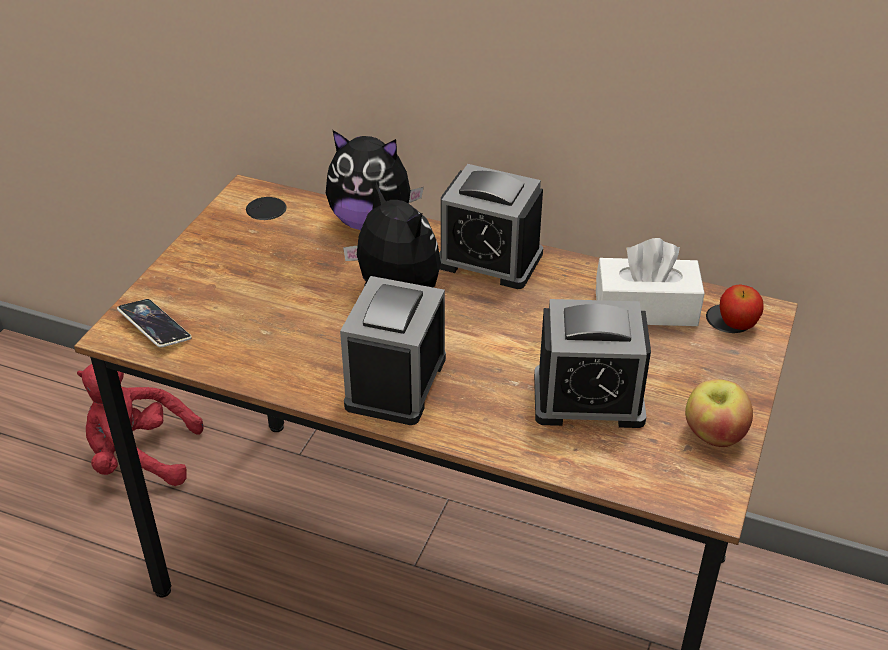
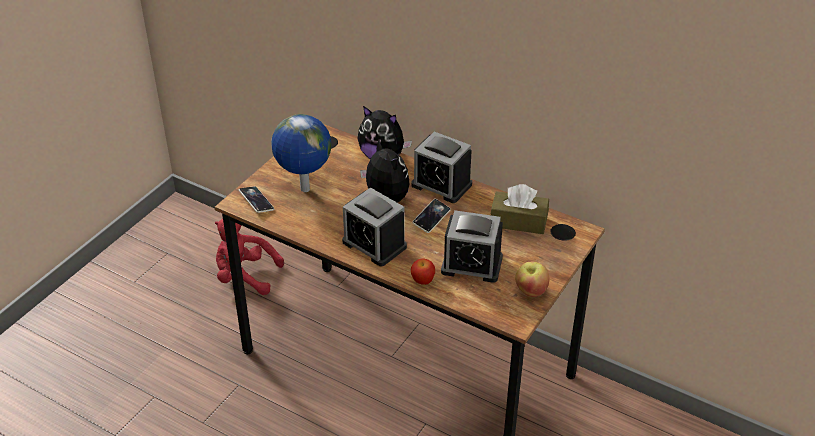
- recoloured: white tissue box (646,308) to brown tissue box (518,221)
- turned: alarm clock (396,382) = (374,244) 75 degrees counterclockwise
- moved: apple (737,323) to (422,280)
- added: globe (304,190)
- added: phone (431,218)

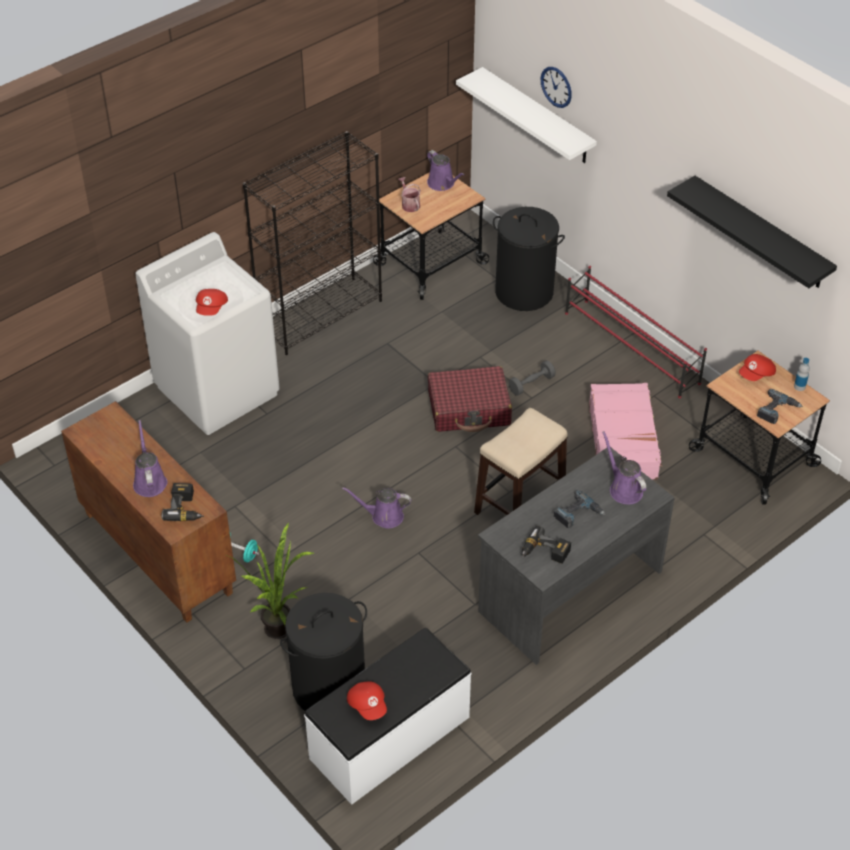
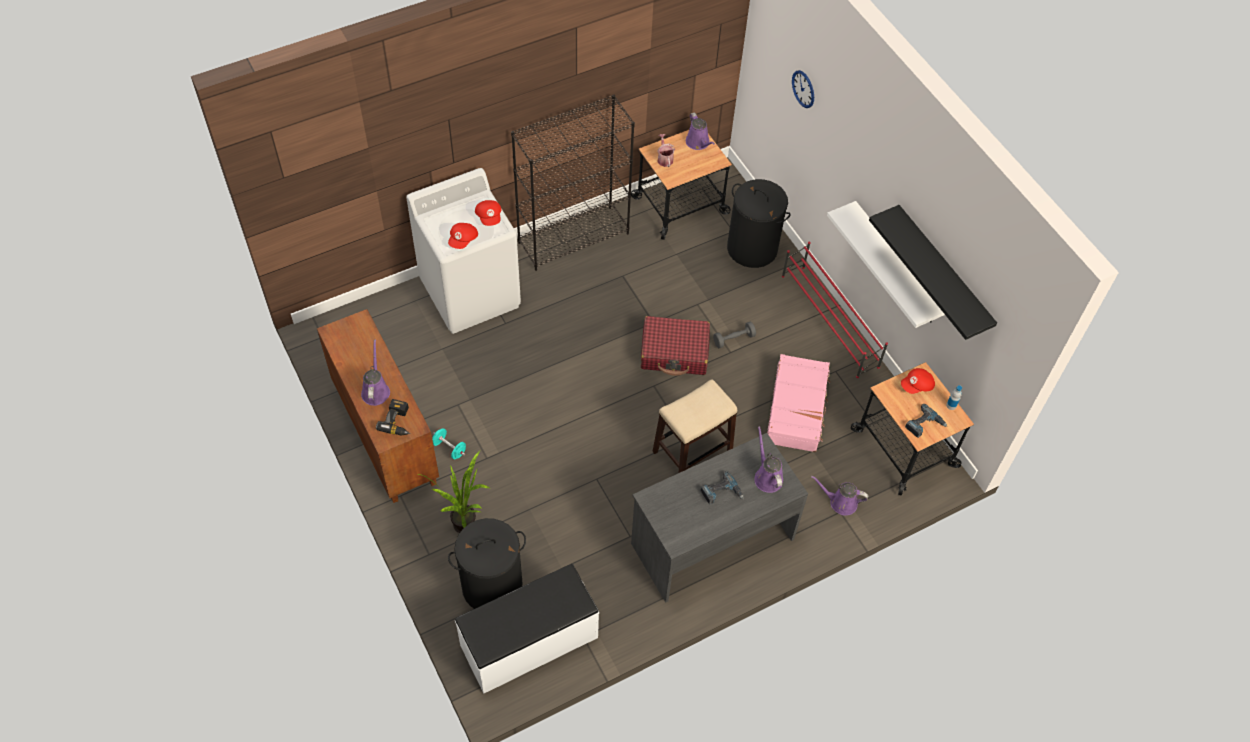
- moved: white shelf (537,116) to (896,264)
- moved: purple watering can (384,516) to (840,502)
- removed: power drill (544,553)
- moved: red cap (368,705) to (489,217)

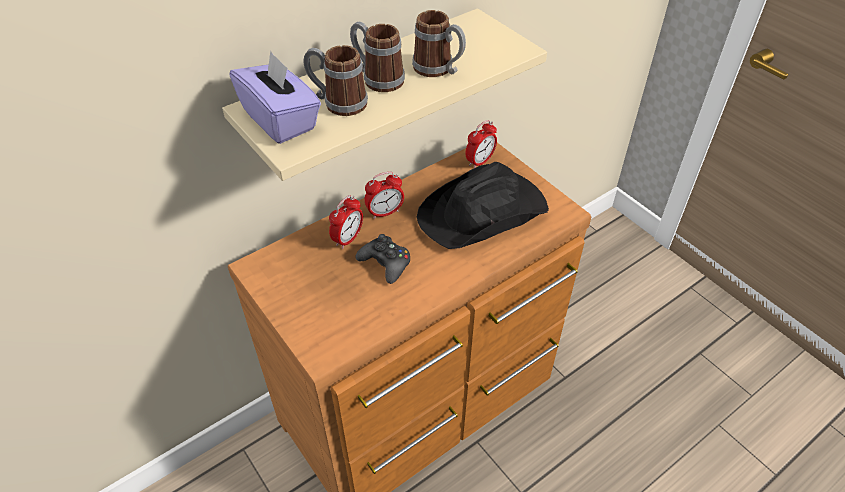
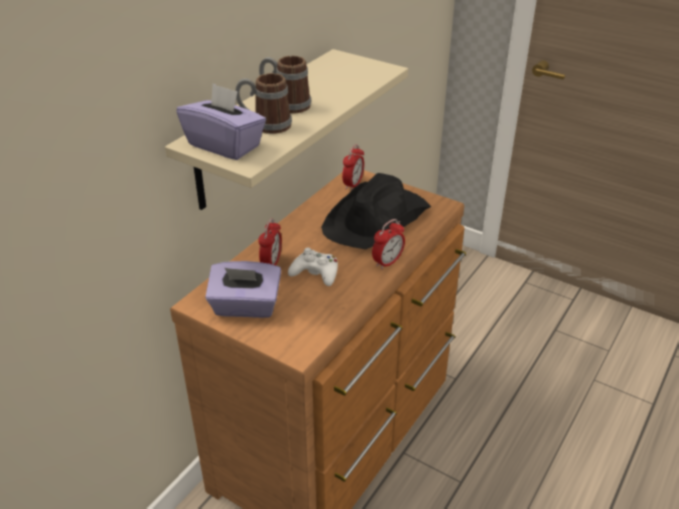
- removed: mug (439,70)
- moved: alarm clock (385,212) to (387,262)
- recoloured: black game controller (385,263) to white game controller (315,273)
- added: purple tissue box (245,307)

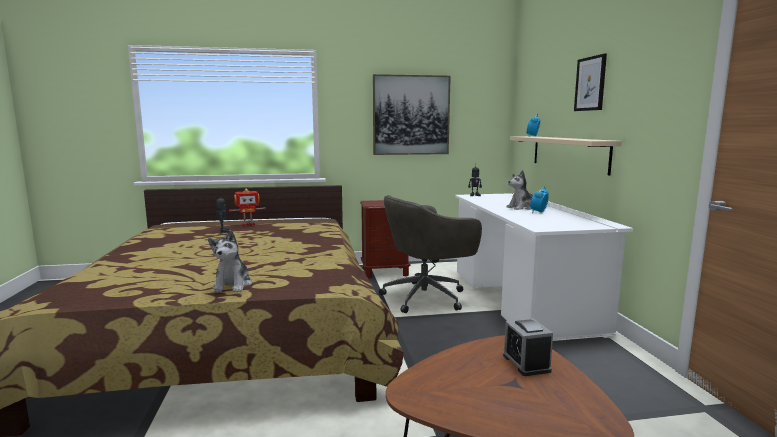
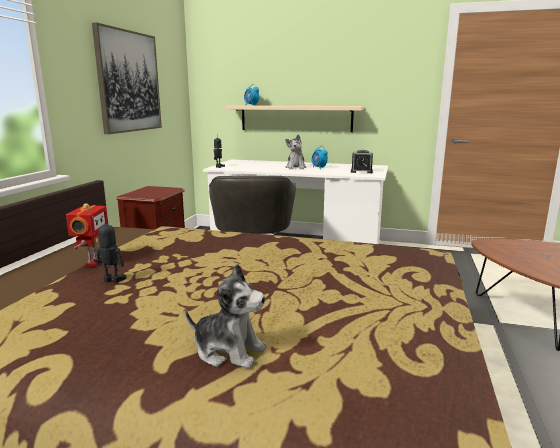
- removed: picture (590,84)
- moved: plush toy (233,285) to (229,351)
- moved: alarm clock (526,363) to (361,171)

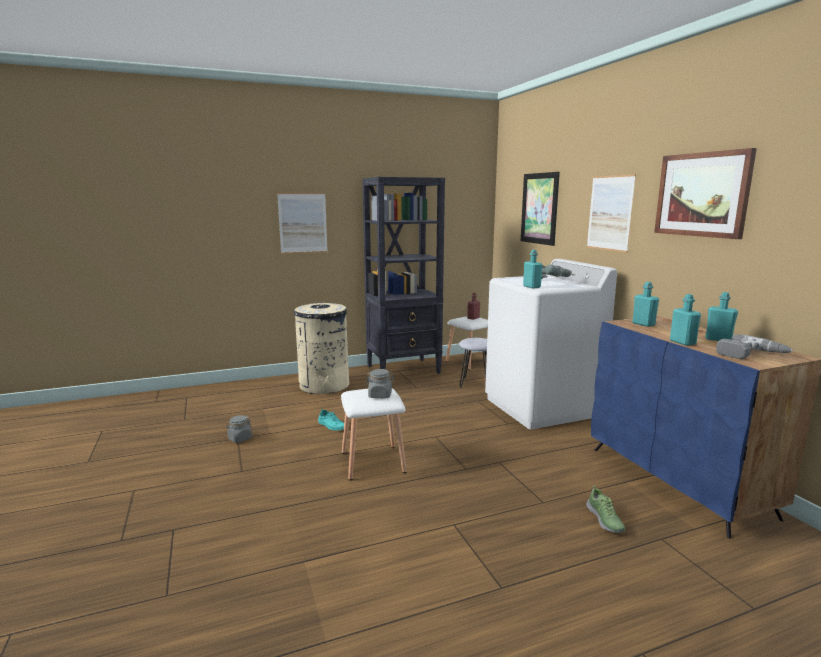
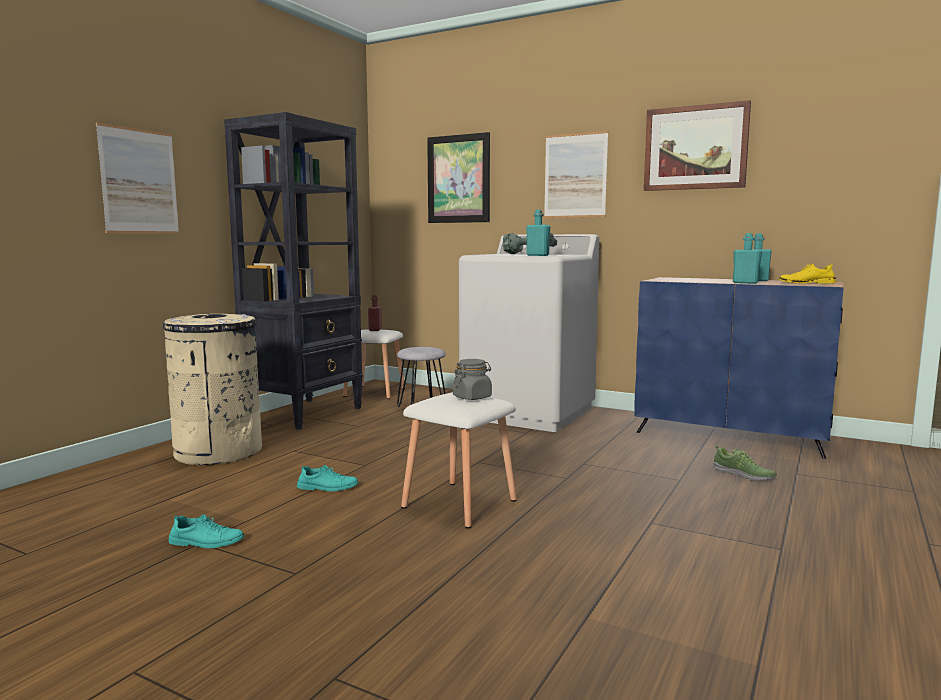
- removed: turquoise bottle (643,324)
- replaced: power drill (751,354) to yellow shoe (806,283)
- replaced: grey jar (240,439) to turquoise shoe (206,542)

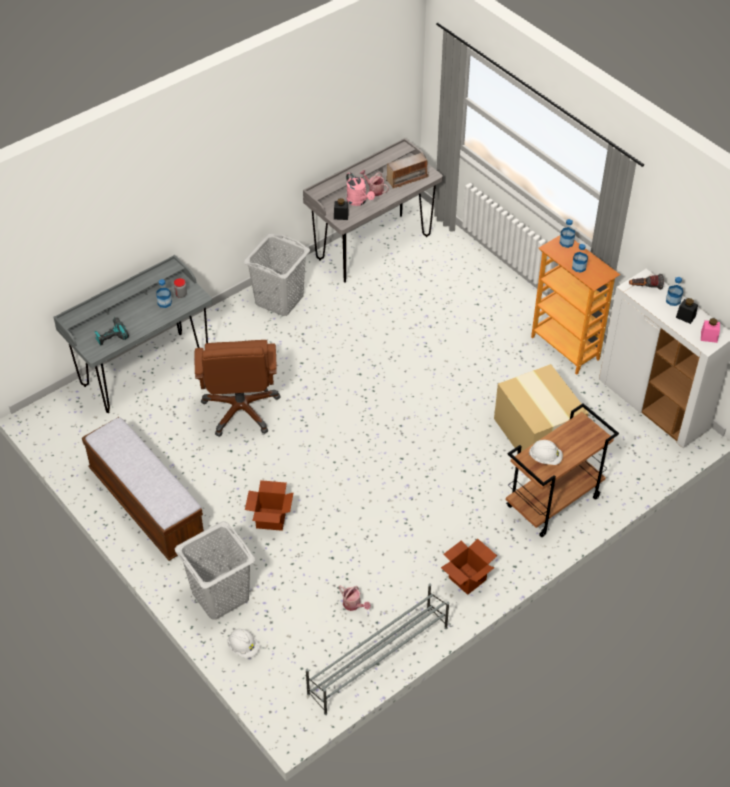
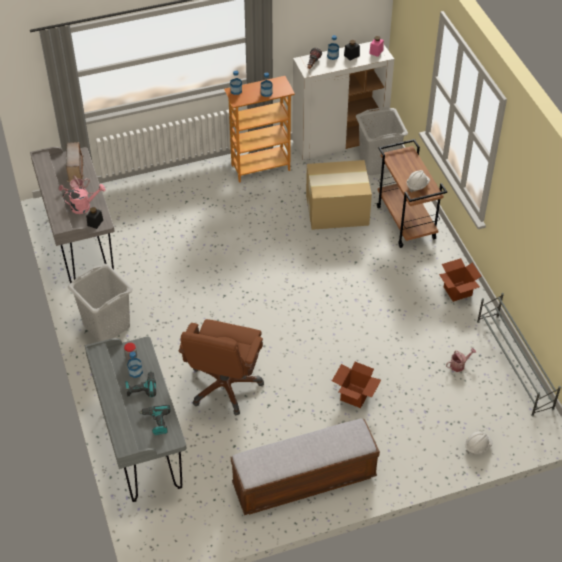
- turned: brown office chair (241,410) = (225,386) 90 degrees clockwise
- moved: grey laundry basket (220,595) to (378,163)
- added: power drill (141,387)

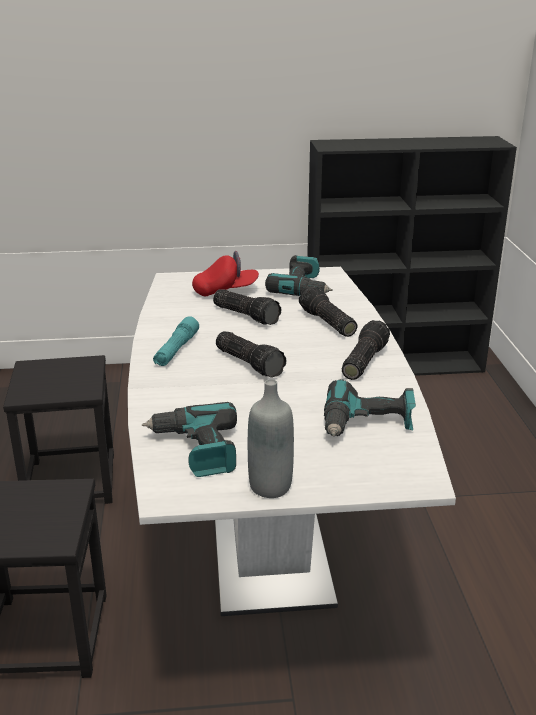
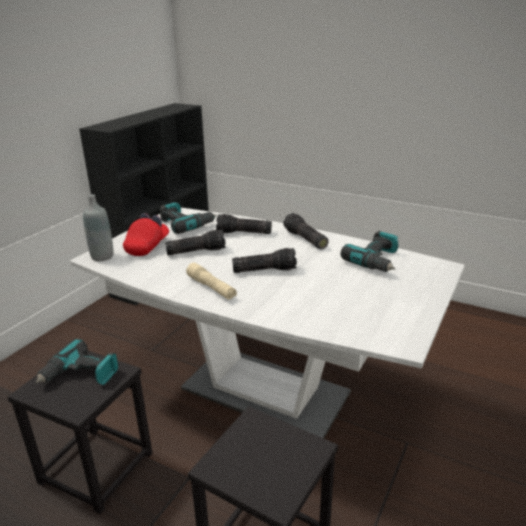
- recoloured: turquoise flashlight (176,350) to beige flashlight (211,288)
- moved: grey bottle (270,486) to (102,256)
- moved: power drill (197,450) to (81,375)

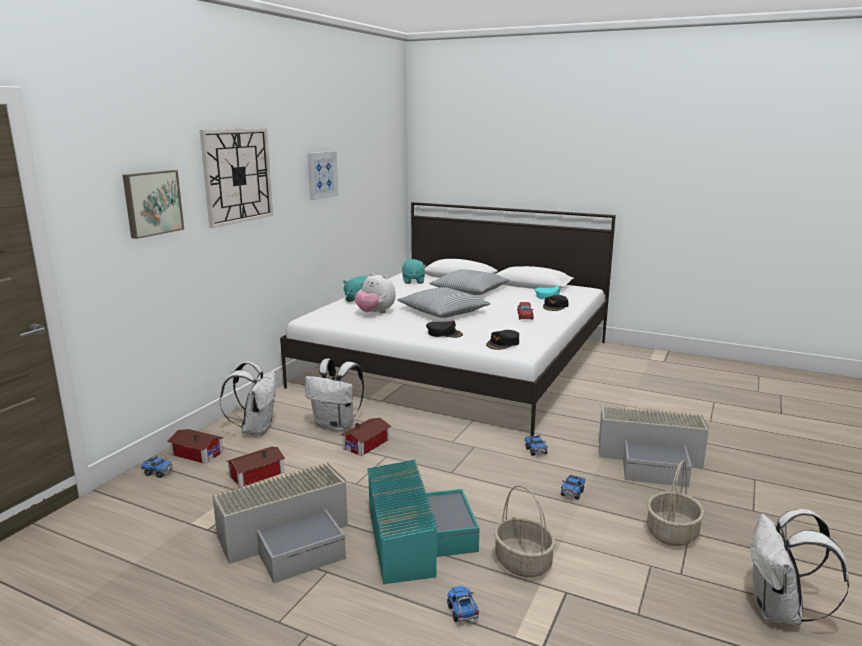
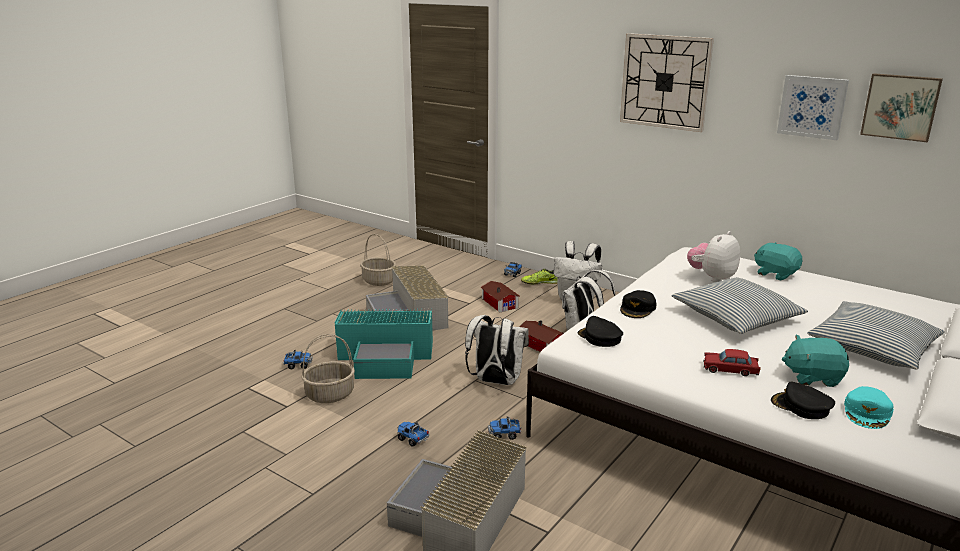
- moved: picture (152,203) to (900,107)
- moved: turquoise plush toy (413,281) to (812,377)
- replaced: toy house (197,452) to shoe (540,283)
- moved: basket (672,534) to (378,281)
- moved: white backpack (779,612) to (495,381)

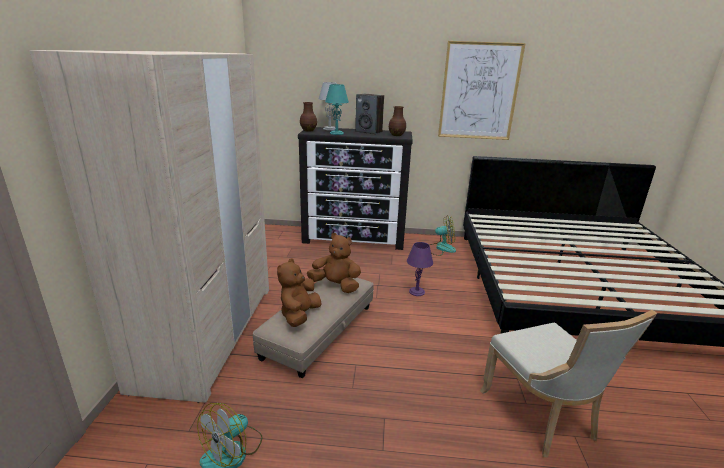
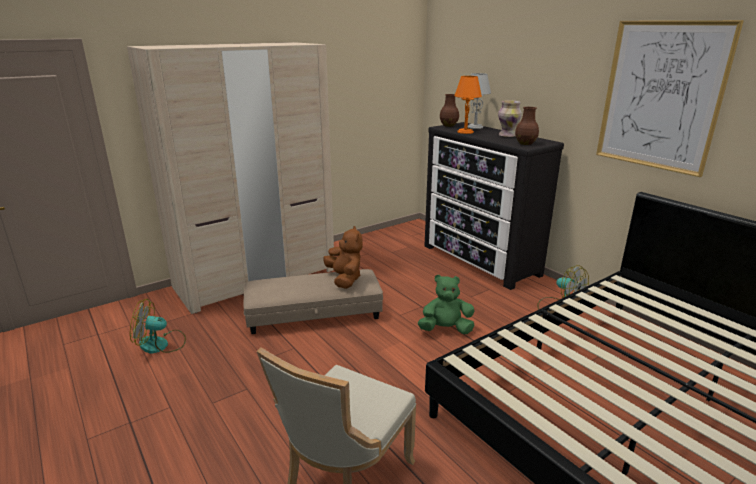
- recoloured: turquoise table lamp (336,133) to orange table lamp (465,132)
- replaced: speaker (369,131) to vase (508,135)
- replaced: purple table lamp (416,291) to green plush toy (445,329)
- removed: brown plush toy (299,315)

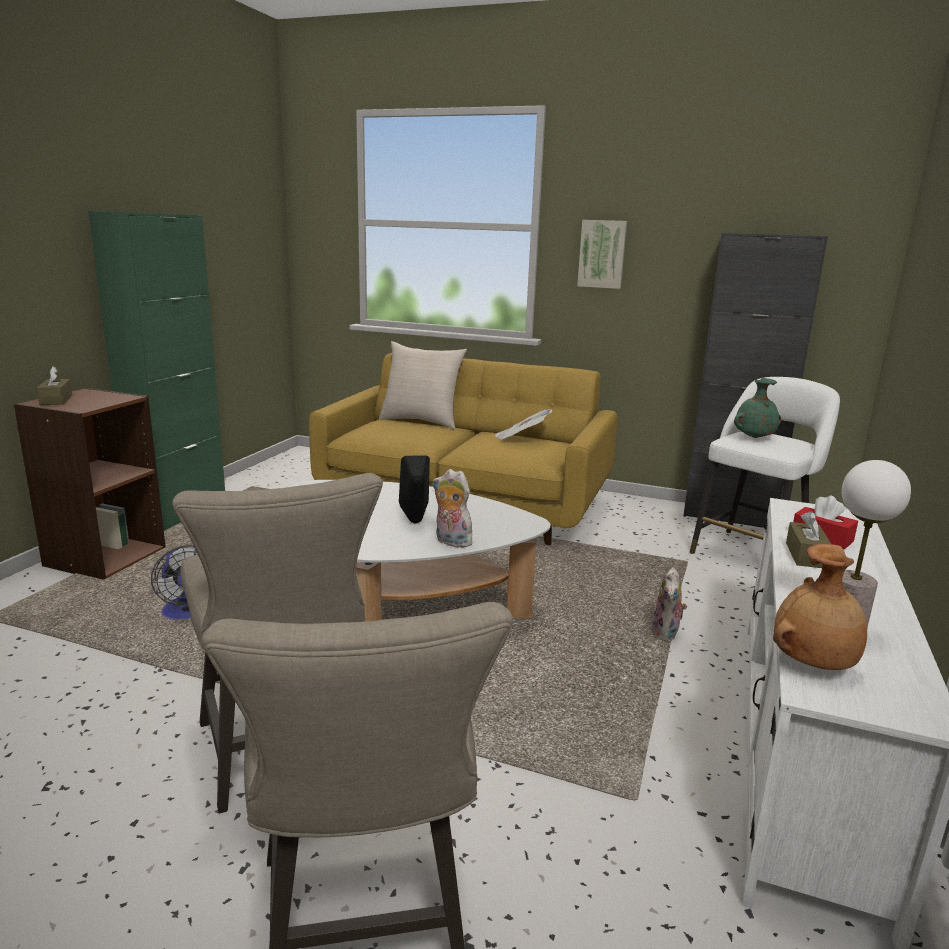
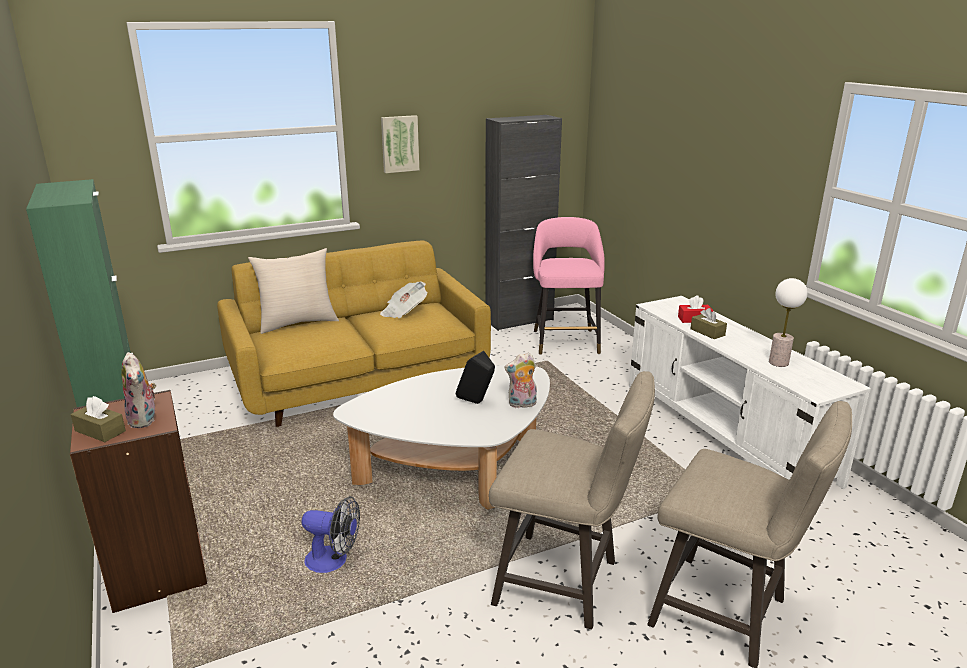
- recoloured: white stool (752,553) to pink stool (565,340)
- removed: green vase (753,437)
- removed: brown vase (814,664)
- moved: plush toy (666,634) to (145,420)

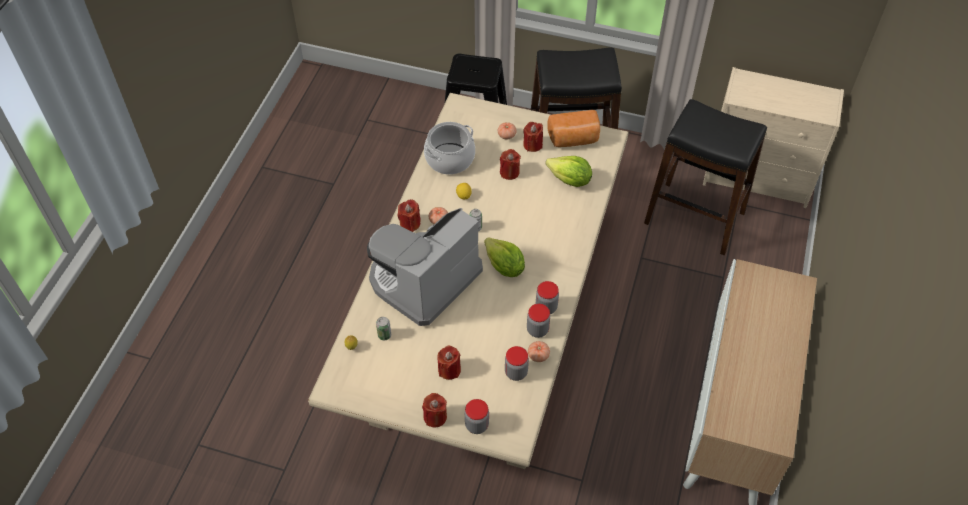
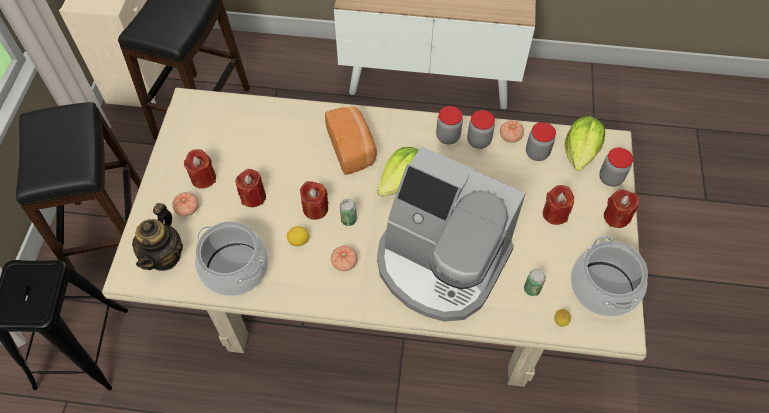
- moved: bread (574,139) to (352,148)
- moved: lettuce (570,180) to (580,152)
- moved: red candle (410,224) to (315,208)
- added: teapot (164,256)
- added: cooking pot (603,288)

